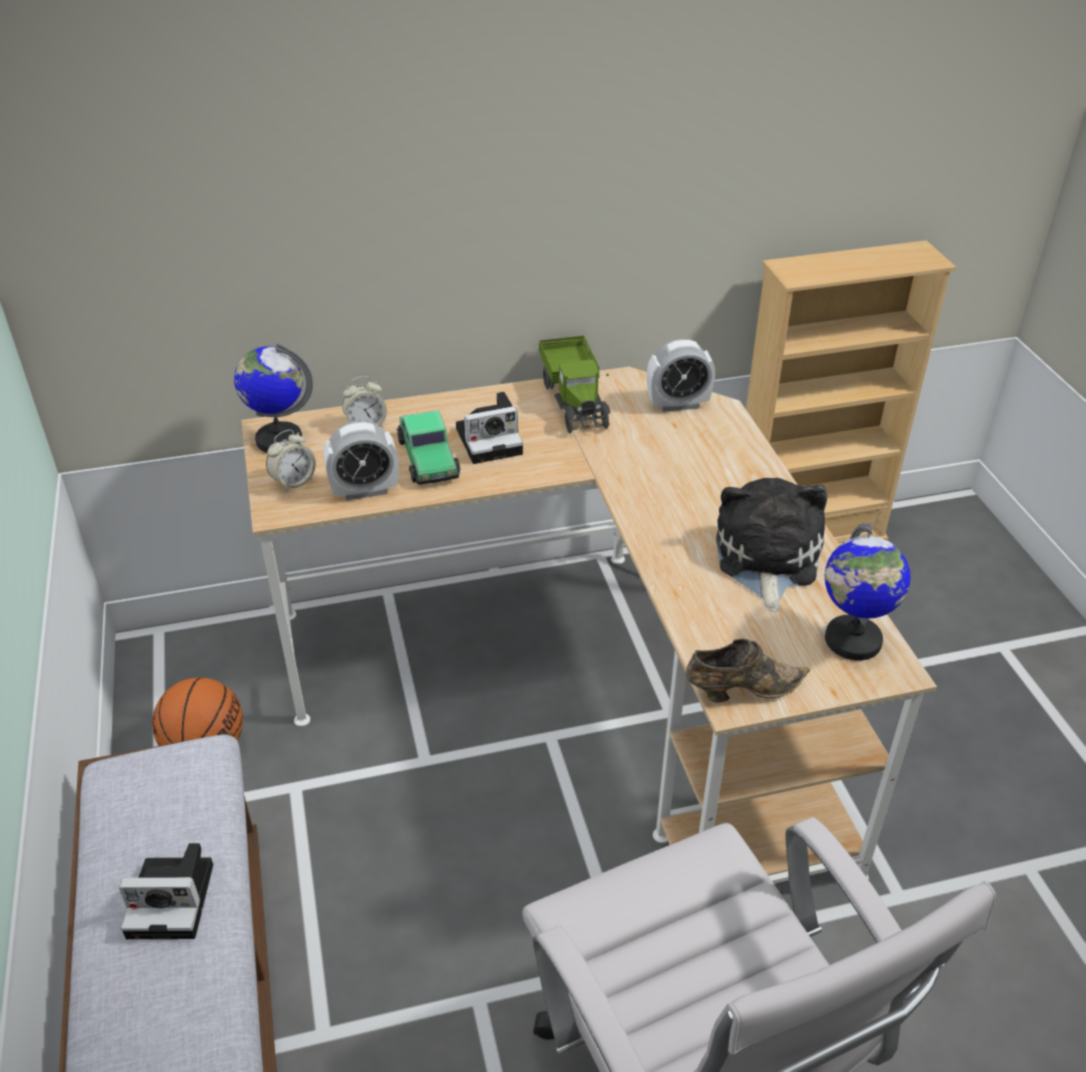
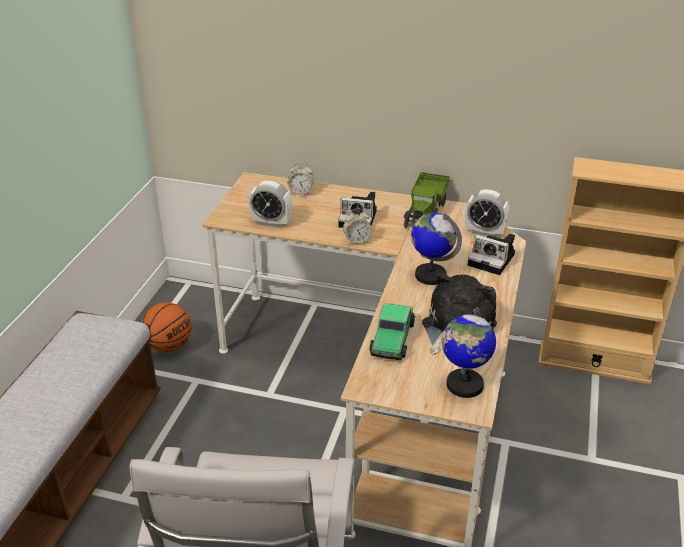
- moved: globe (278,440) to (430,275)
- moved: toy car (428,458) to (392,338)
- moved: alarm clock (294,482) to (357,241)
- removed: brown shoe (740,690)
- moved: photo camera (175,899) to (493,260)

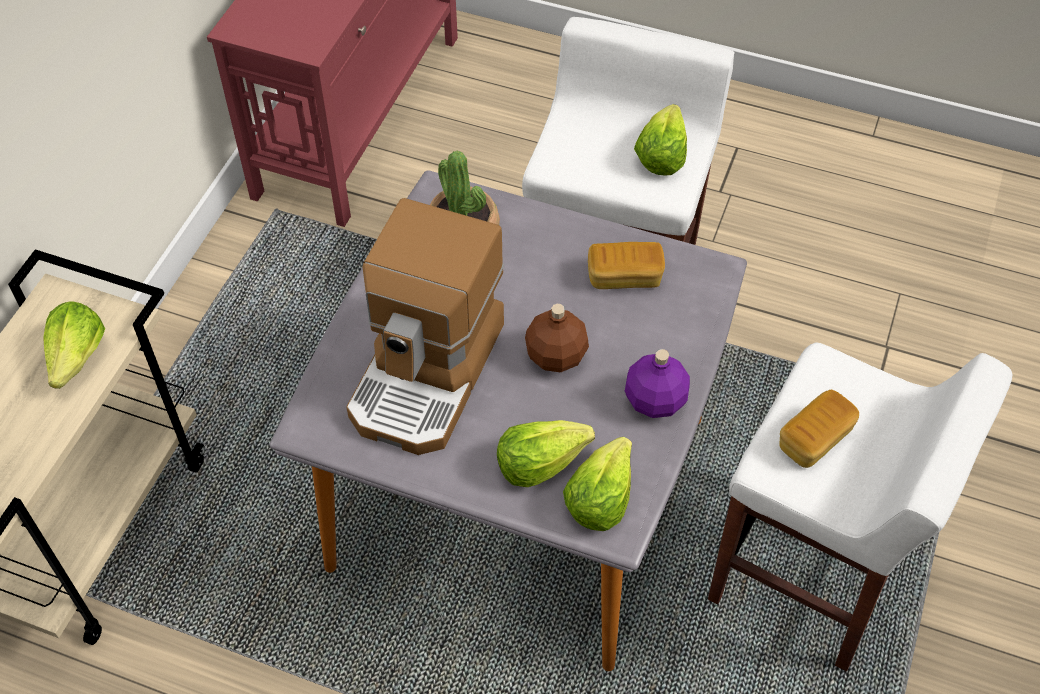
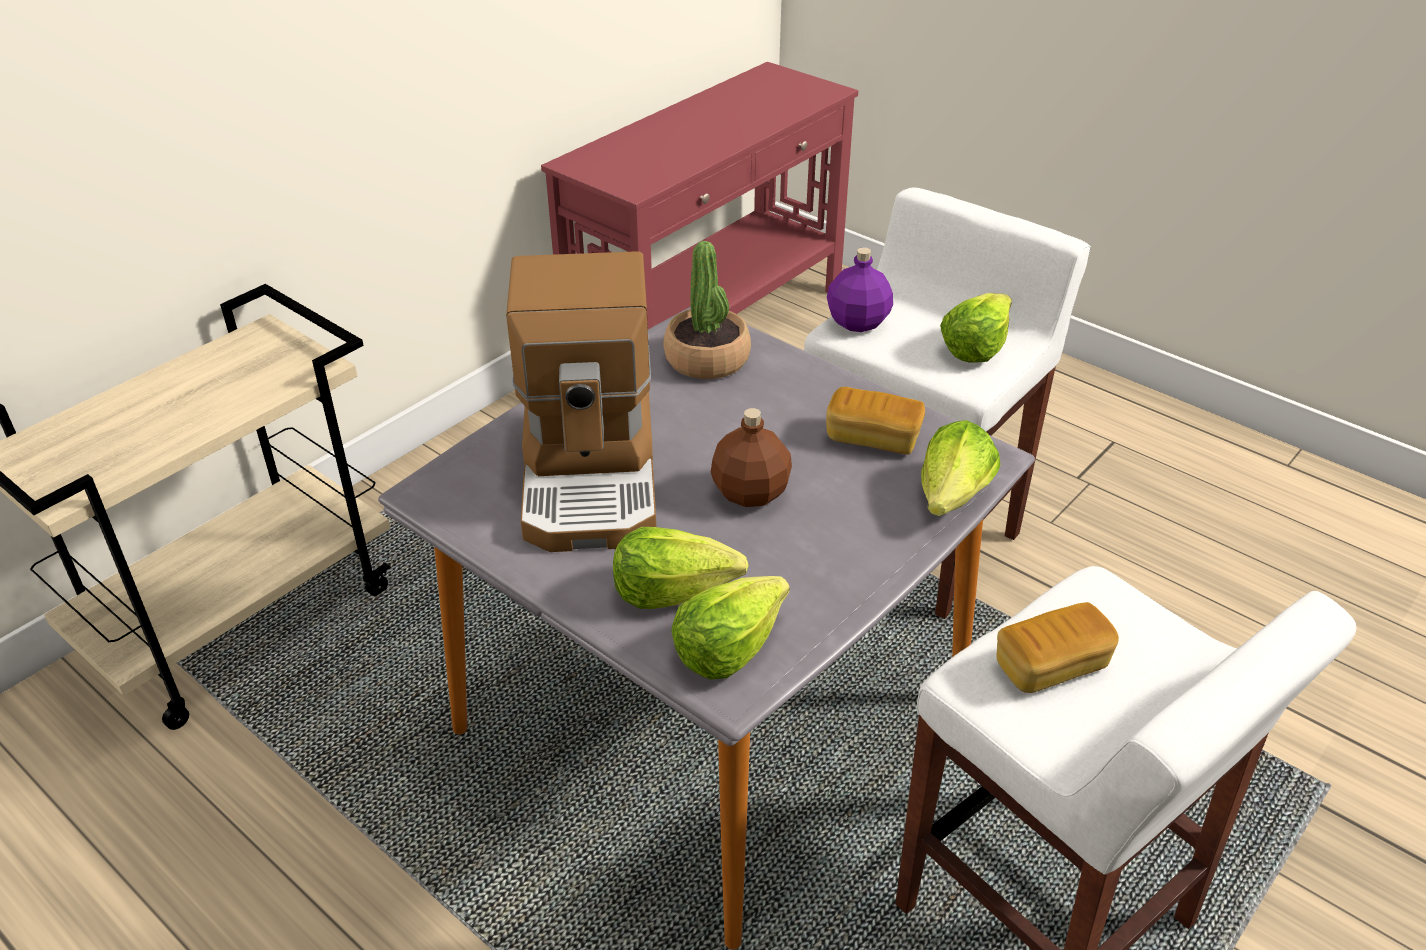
- turned: coffee machine (429,373) = (593,474) 45 degrees counterclockwise
- moved: lettuce (78,357) to (953,495)
- moved: purple bottle (654,402) to (857,322)

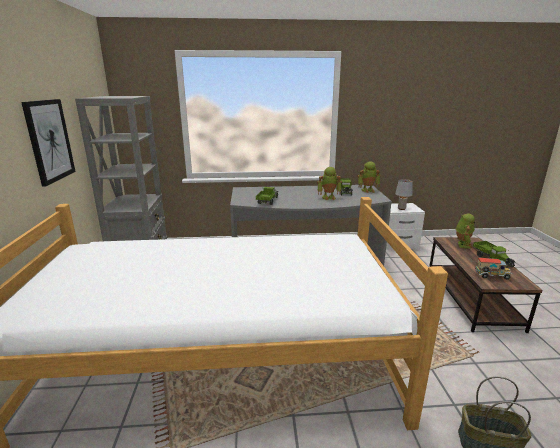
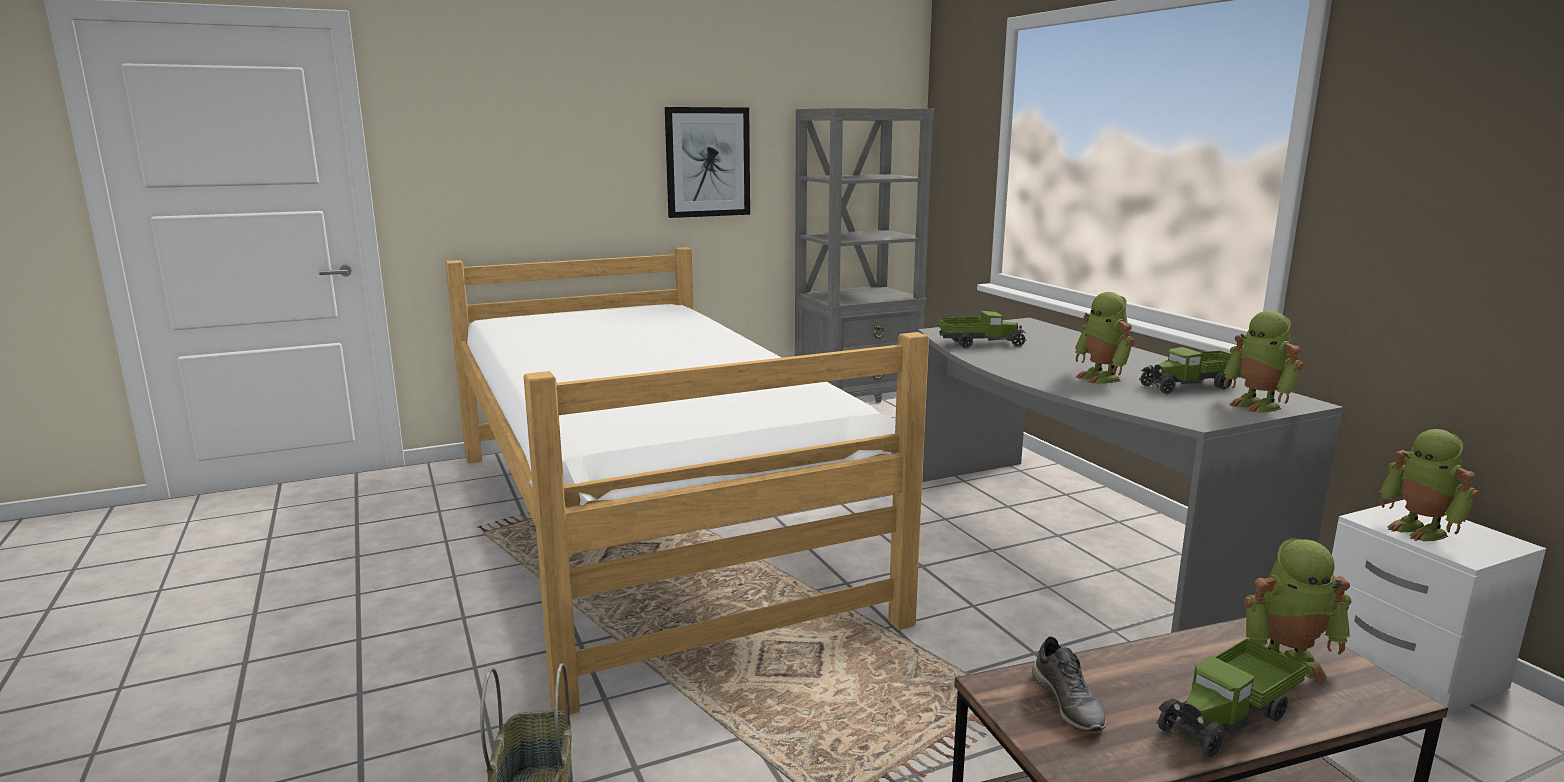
- replaced: grey table lamp (402,208) to toy robot (1420,530)
- replaced: toy truck (491,276) to grey shoe (1069,703)

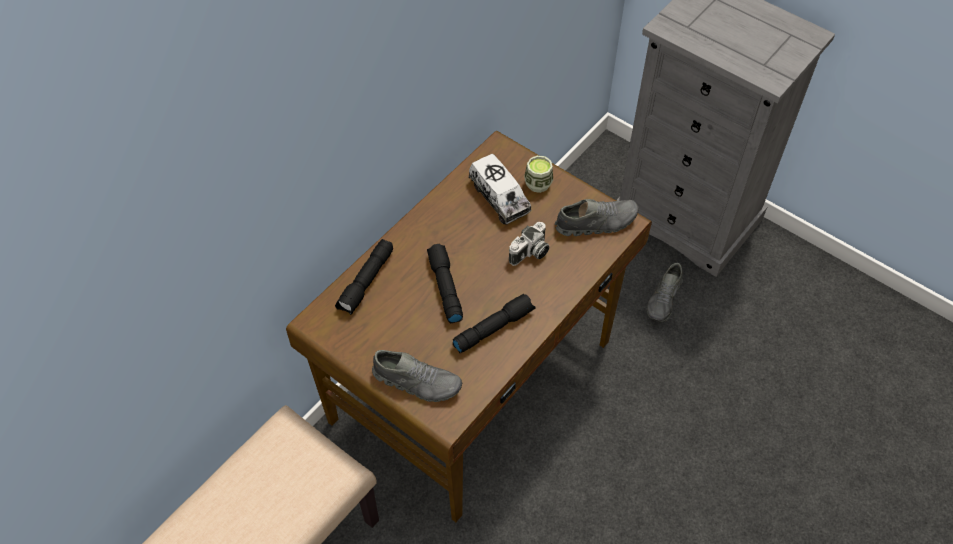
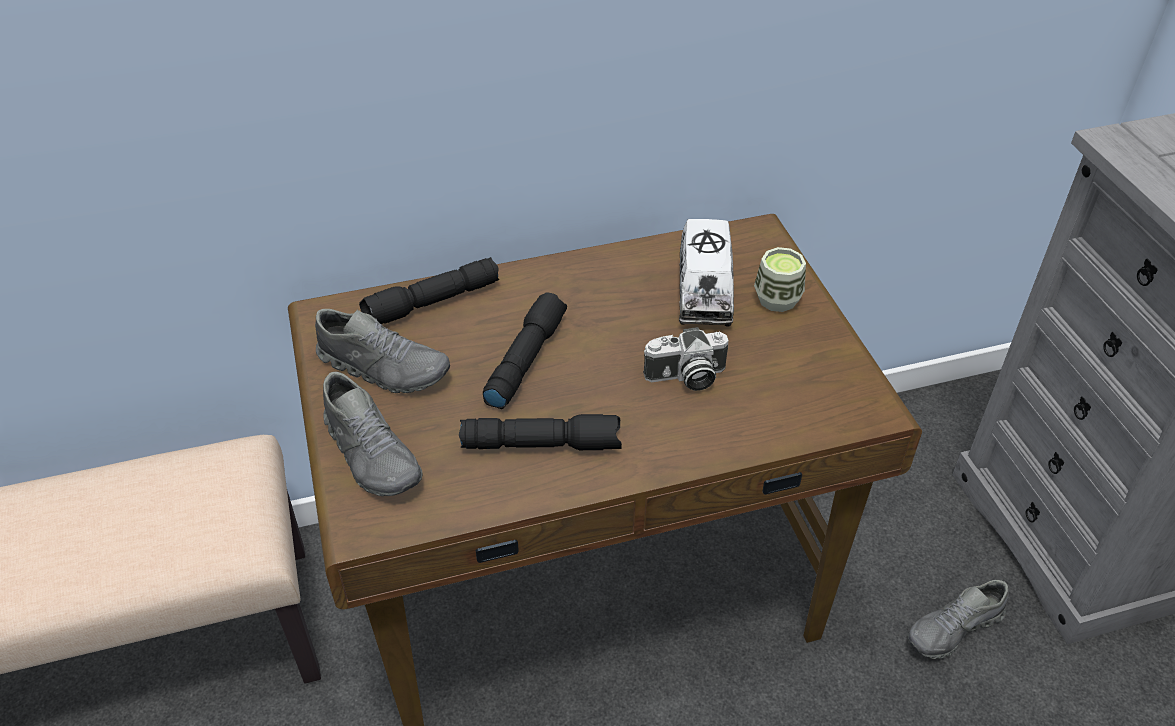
- moved: grey shoe (596,223) to (384,367)

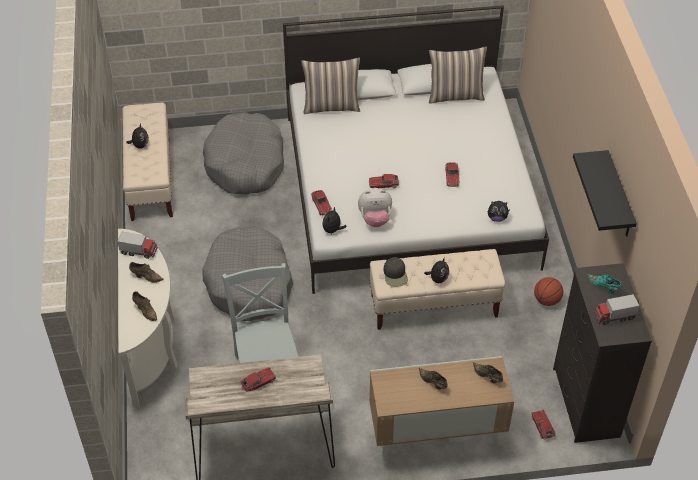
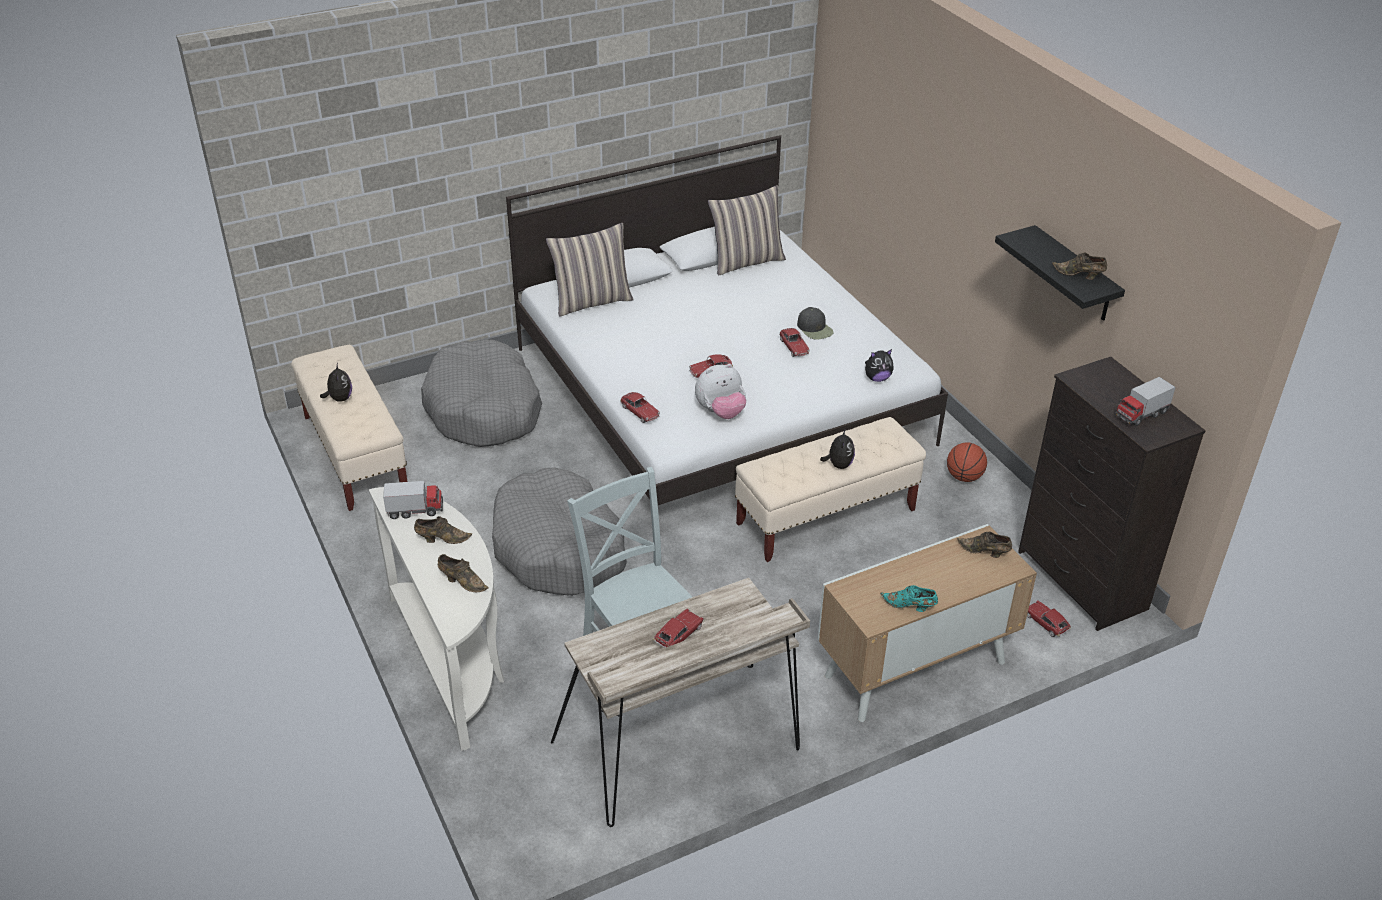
- removed: plush toy (332,230)
- moved: black cap (395,275) to (815,328)
- moved: turquoise shoe (604,288) to (909,606)
- moved: brown shoe (433,383) to (1079,275)

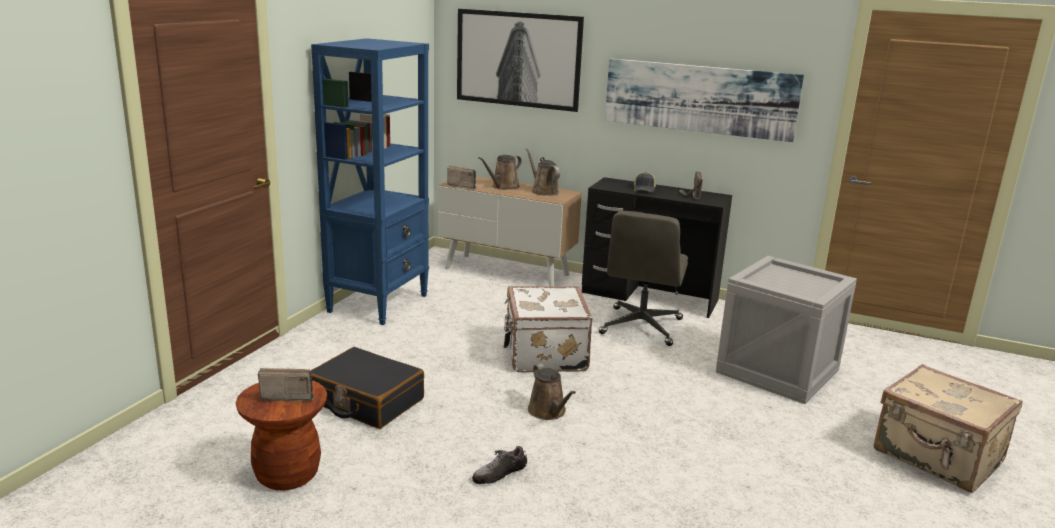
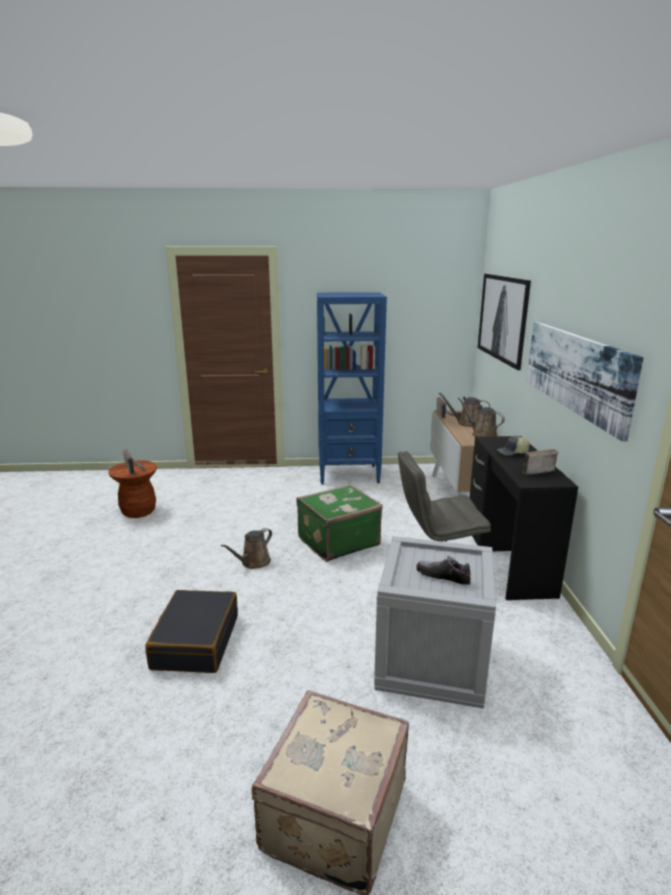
- turned: brown watering can (543,191) = (482,434) 75 degrees counterclockwise
- recoloured: white suitcase (543,354) to green suitcase (337,541)
- moved: black suitcase (366,401) to (195,641)
- moved: shoe (499,474) to (443,576)

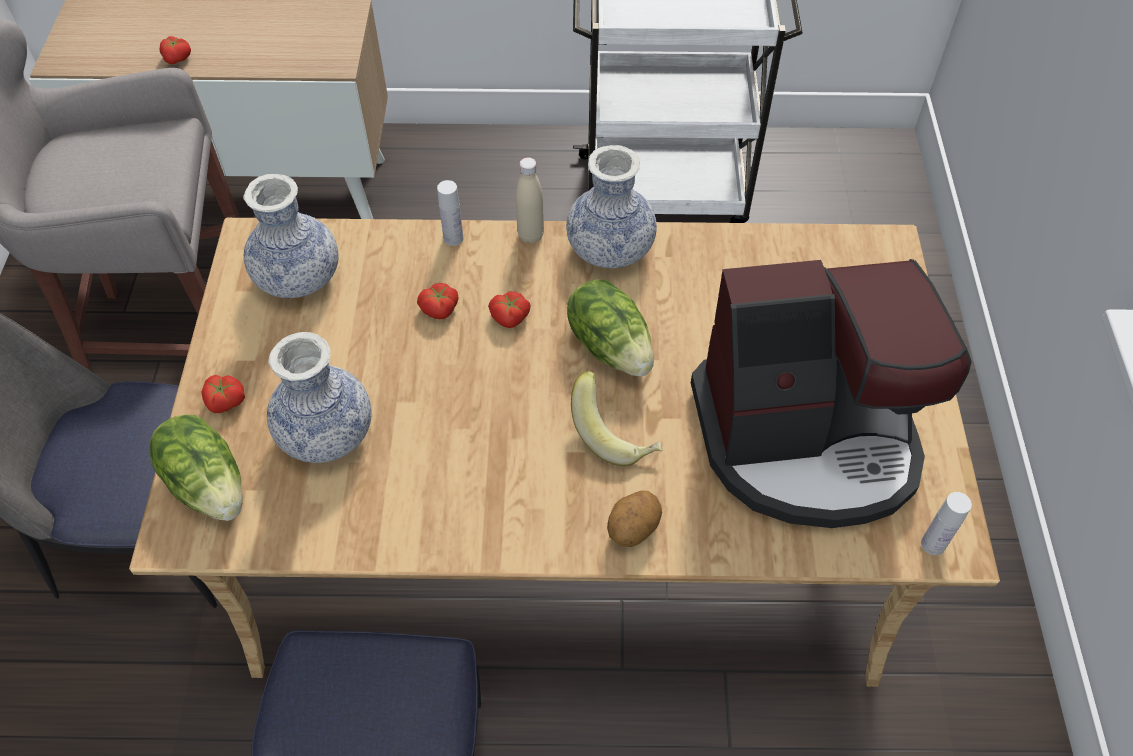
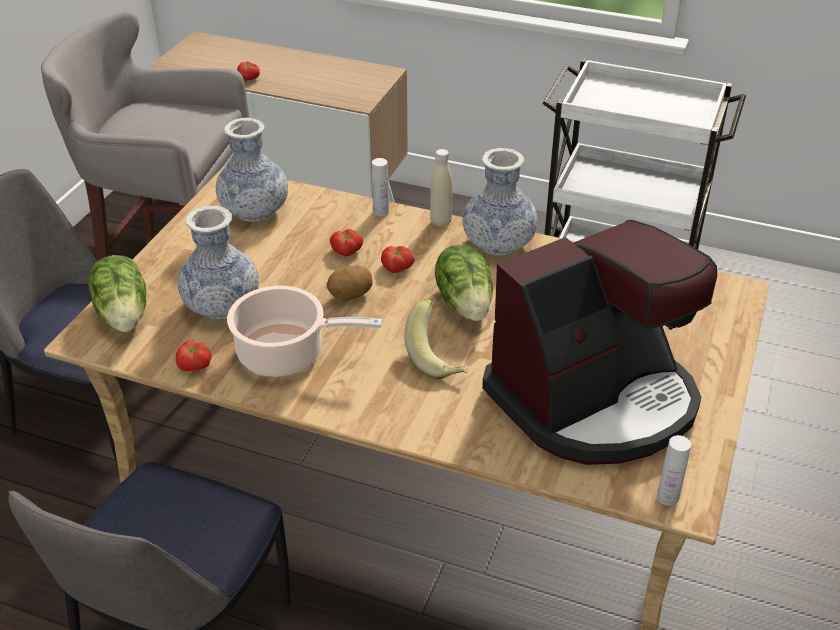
- turned: coffee machine (807,439) = (595,400) 45 degrees counterclockwise
- moved: tomato (225,402) to (193,366)
- moved: potato (632,528) to (350,295)
- added: cooking pot (286,354)

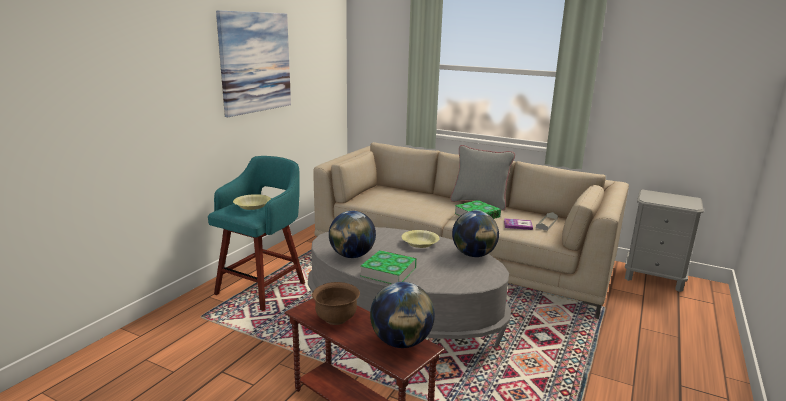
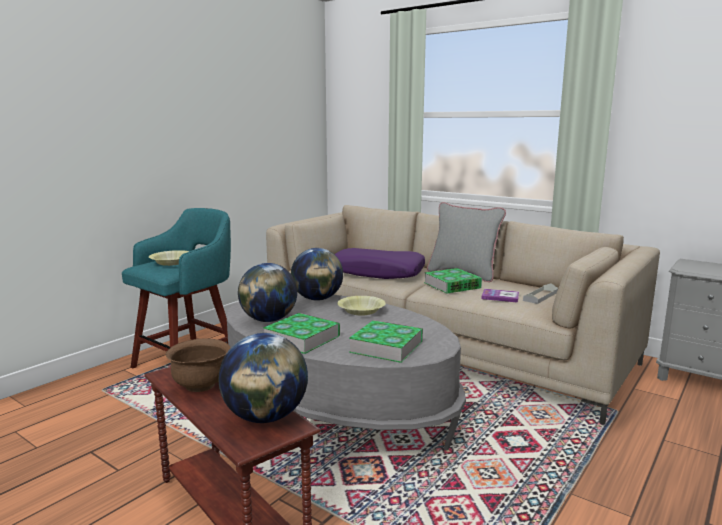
- removed: picture (255,62)
- moved: globe (473,255) to (317,299)
- added: purple pillow (377,273)
- added: book (386,347)

